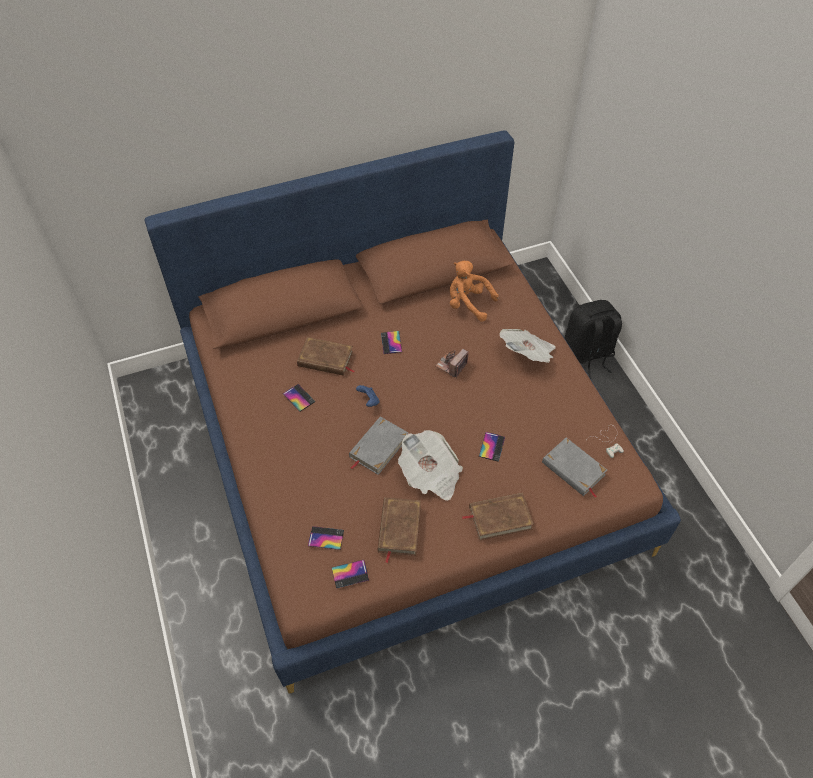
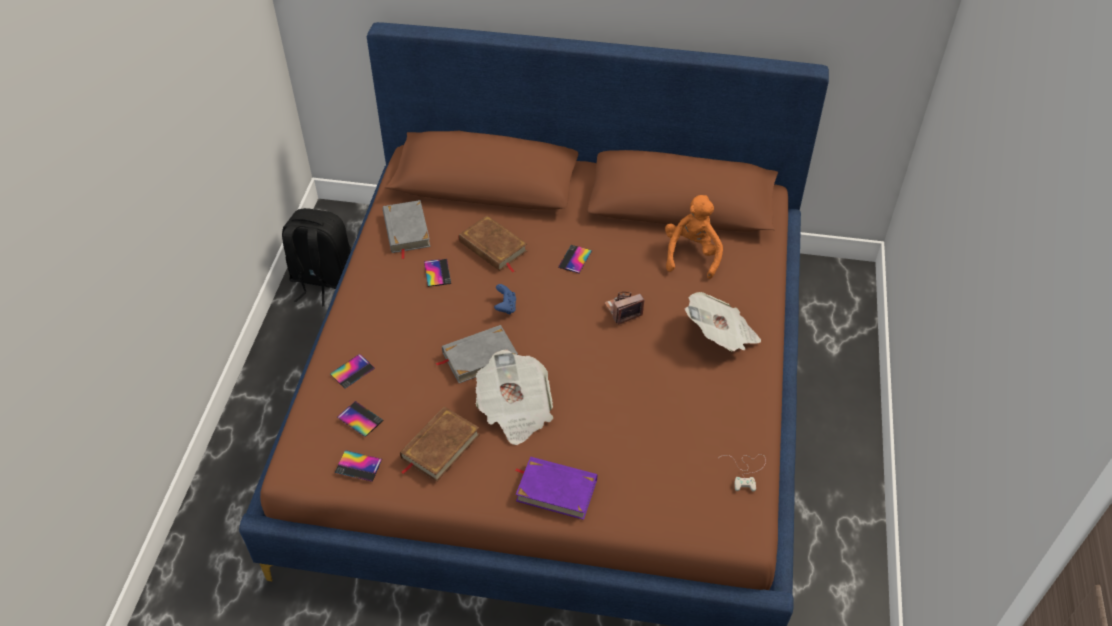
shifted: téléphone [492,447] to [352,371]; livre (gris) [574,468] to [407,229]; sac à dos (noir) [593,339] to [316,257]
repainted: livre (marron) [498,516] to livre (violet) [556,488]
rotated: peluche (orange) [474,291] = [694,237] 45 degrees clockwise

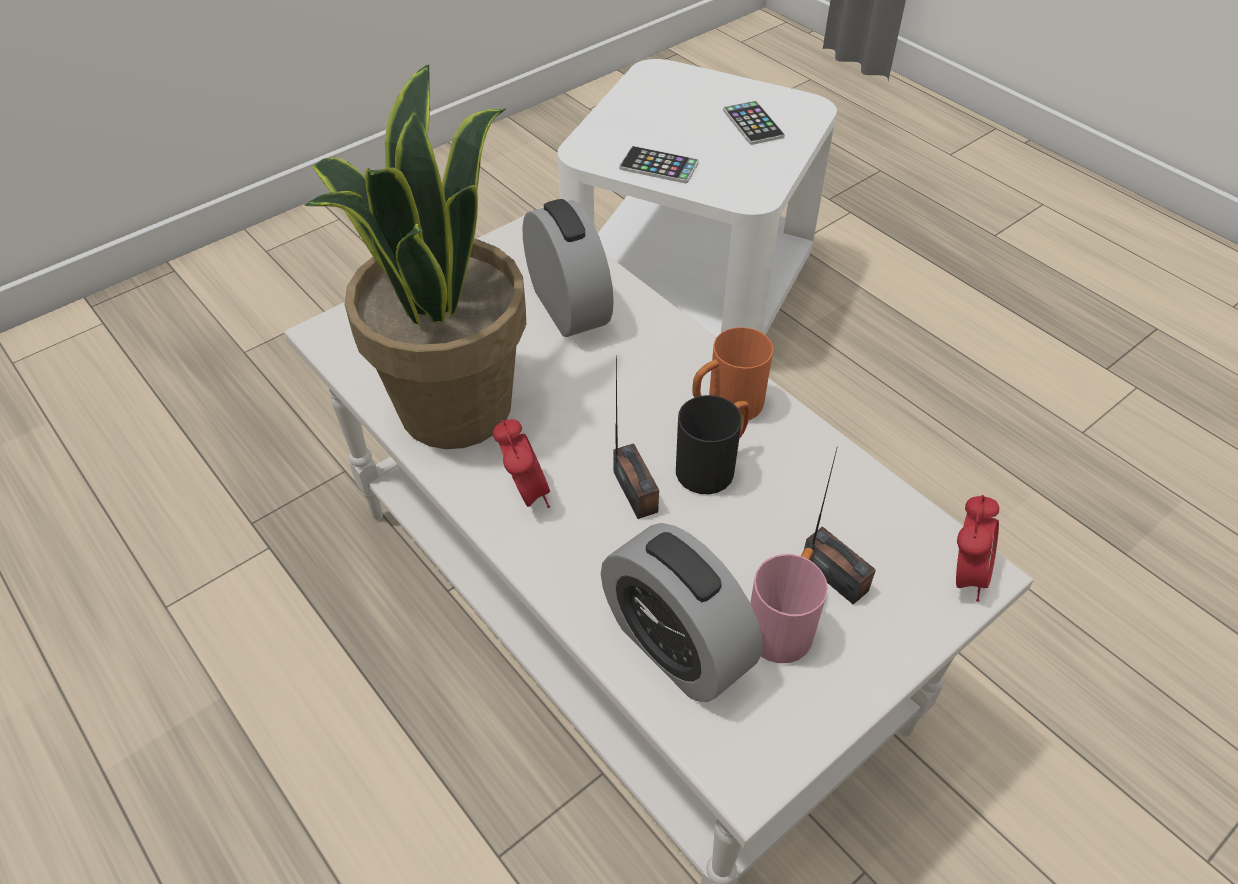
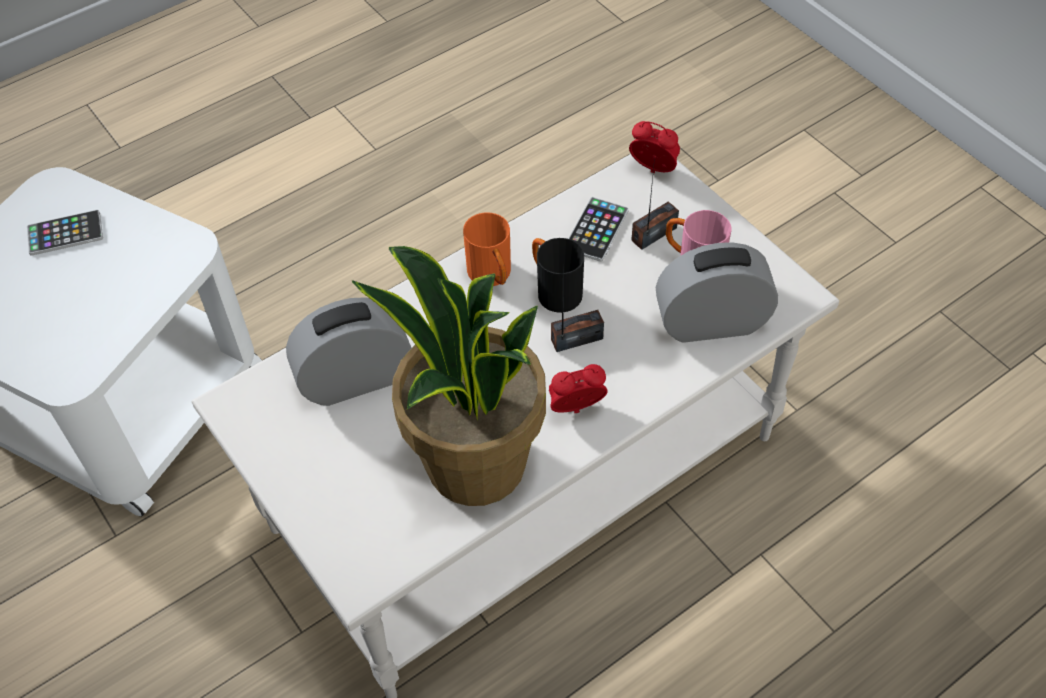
shifted: téléphone [659,164] to [598,229]
rotated: réveil [681,612] = [717,292] 150 degrees counterclockwise

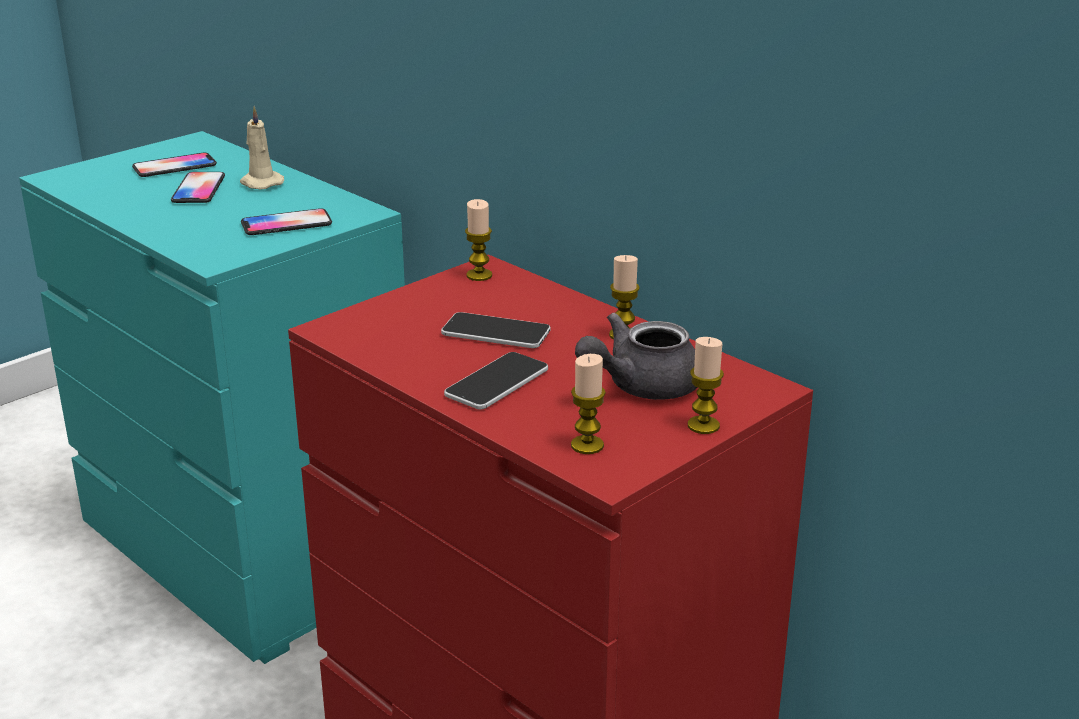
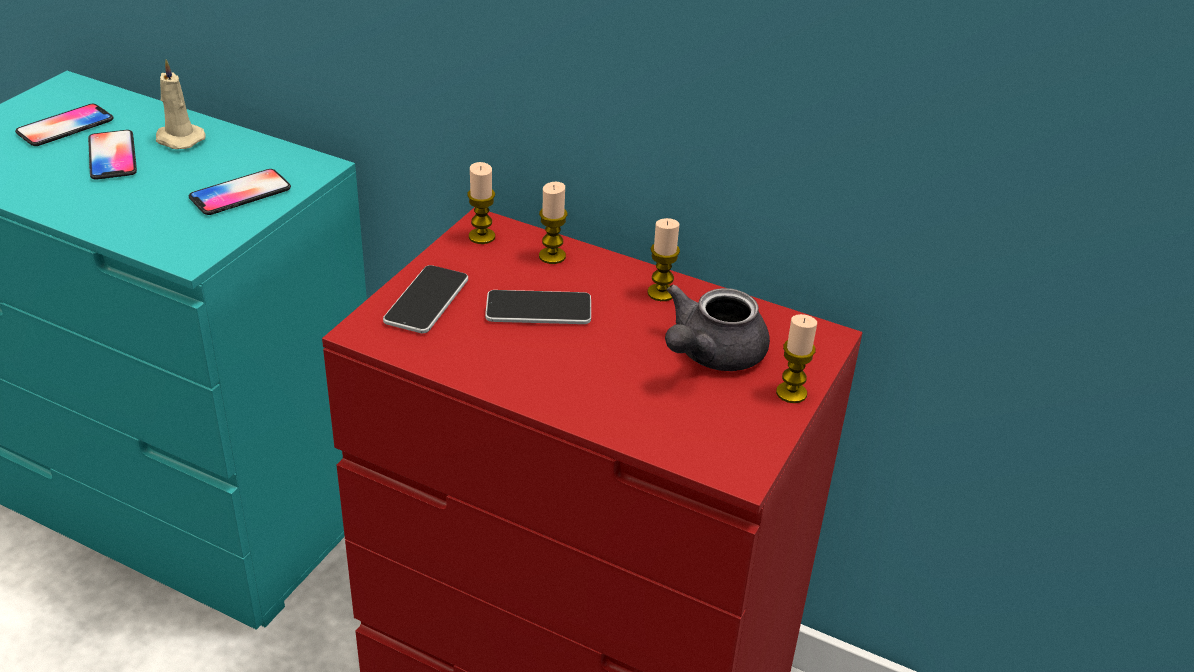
shifted: téléphone [496,381] to [425,299]; bougie [588,404] to [553,223]

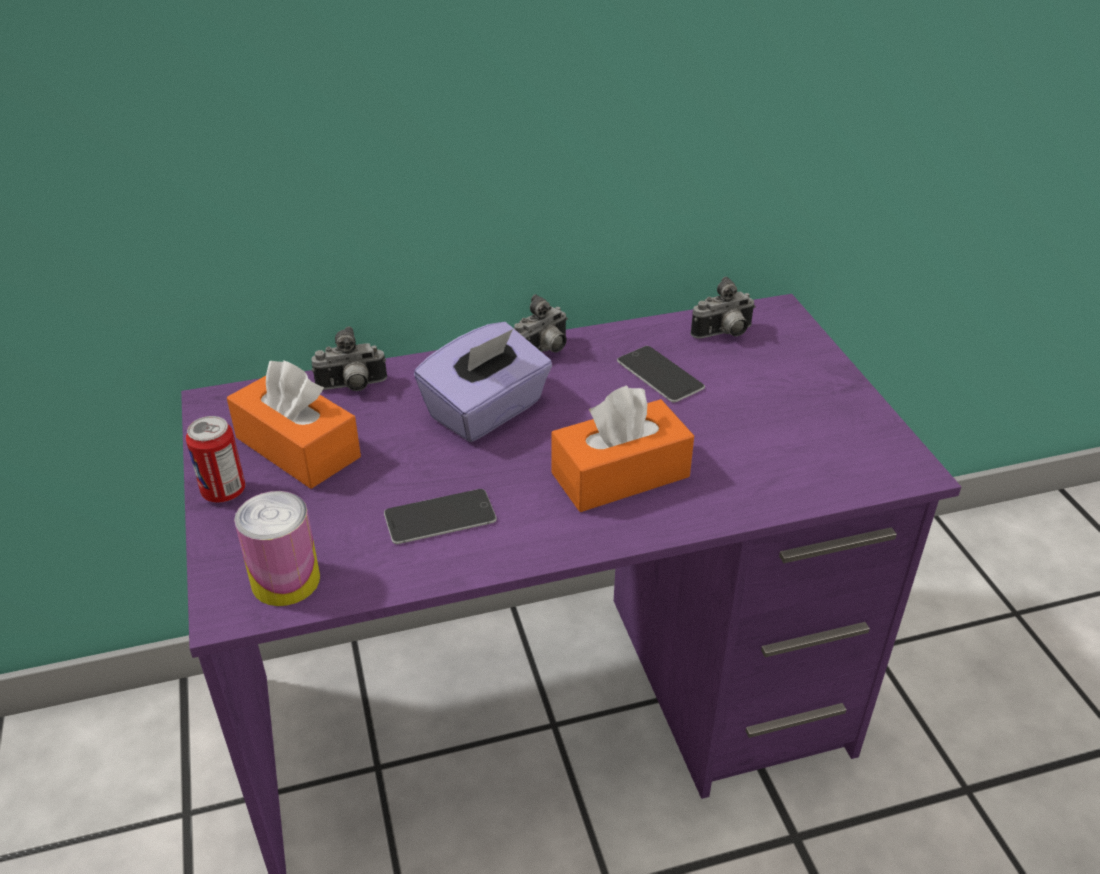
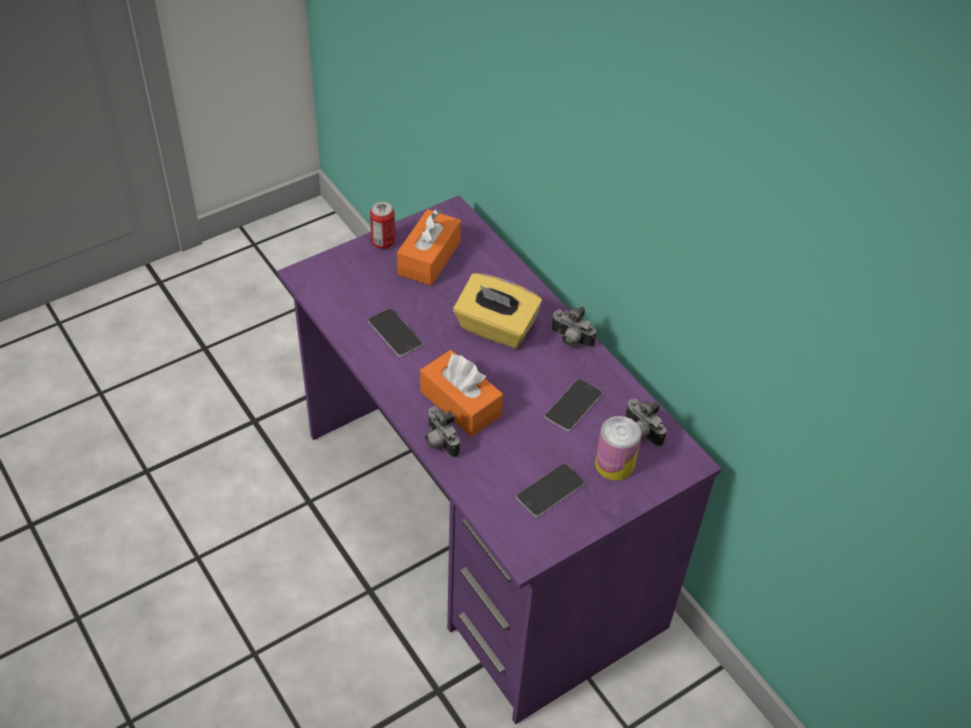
new: téléphone [550,490]
shifted: boîte métallique [277,548] to [618,448]; appareil photo [349,359] to [442,432]
repainted: boîte à mouchoirs (violet) [483,382] to boîte à mouchoirs (jaune) [497,311]

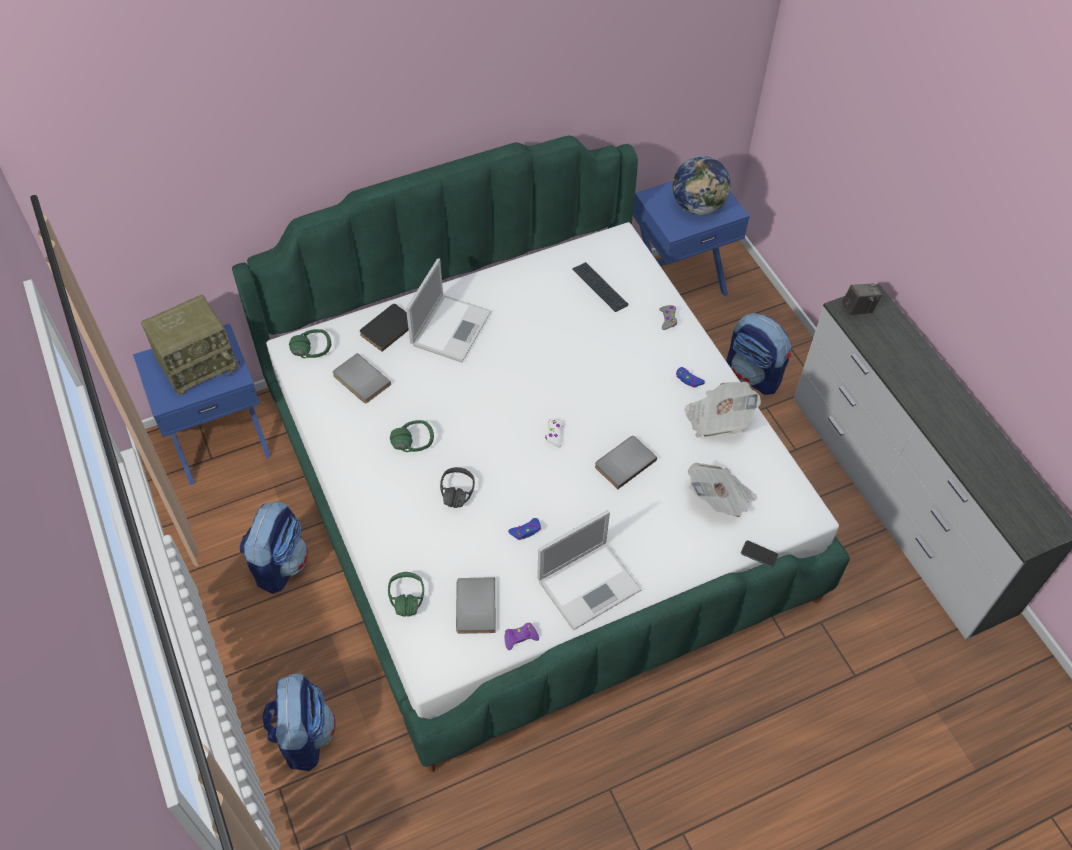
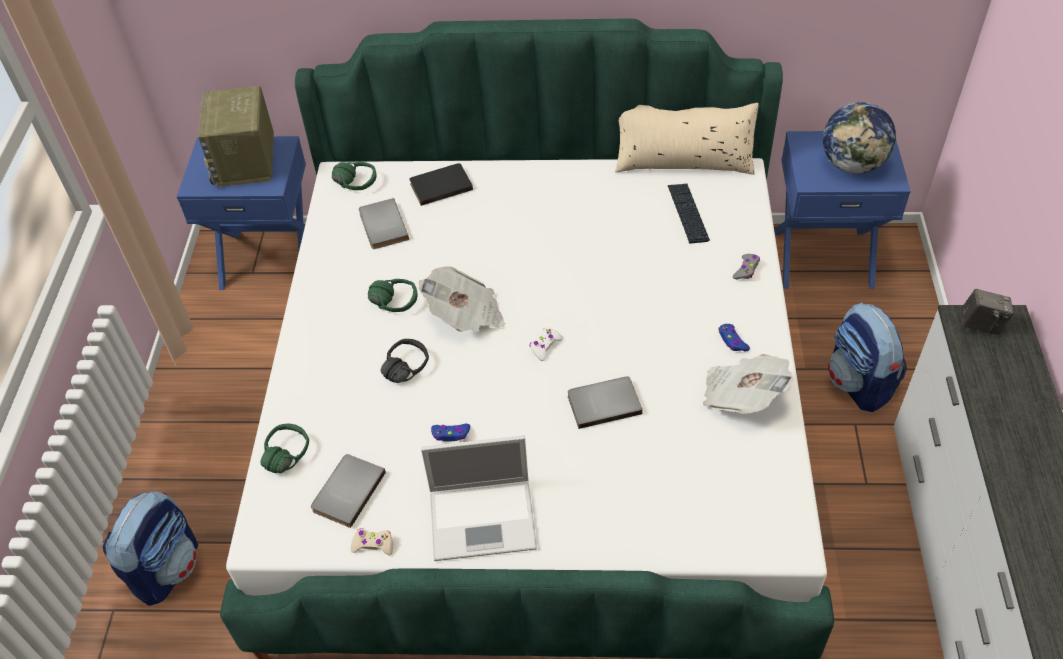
gone: sac à dos [274,547]; ordinateur portable [448,311]; téléphone [759,554]
new: coussin (beige) [687,139]
shifted: journal [722,490] to [461,299]
repainted: manette (violet) [522,636] to manette (beige) [372,541]
rotated: radio [190,345] = [236,136] 90 degrees clockwise

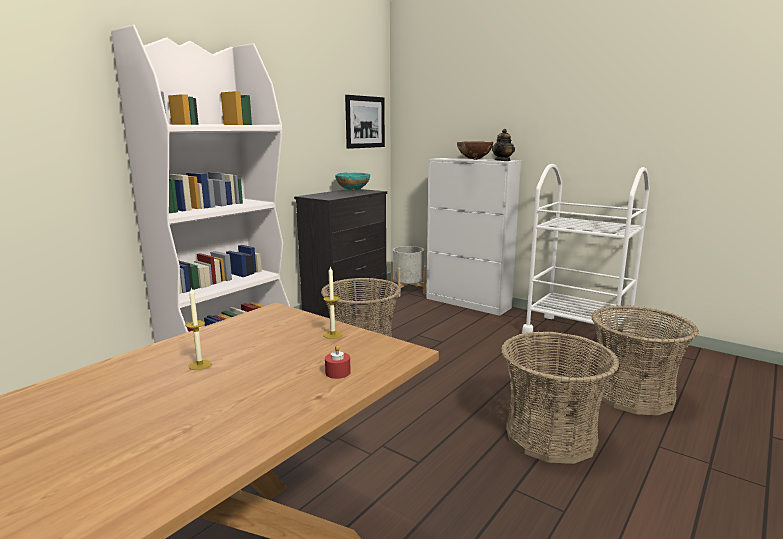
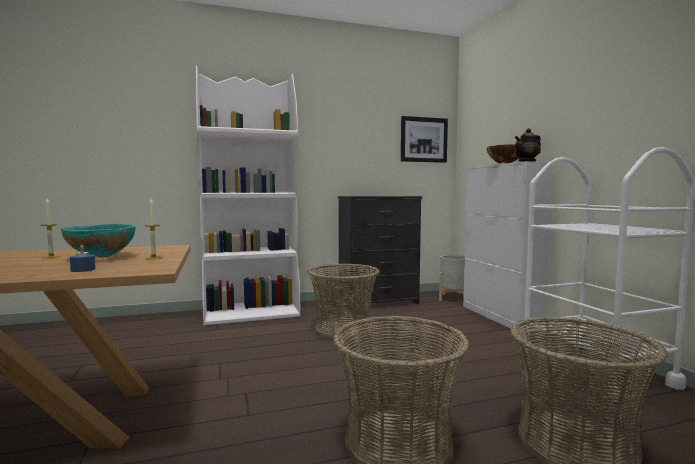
shifted: bol (turquoise) [352,182] to [98,240]
repainted: bougie (rouge) [338,362] to bougie (bleu) [83,258]

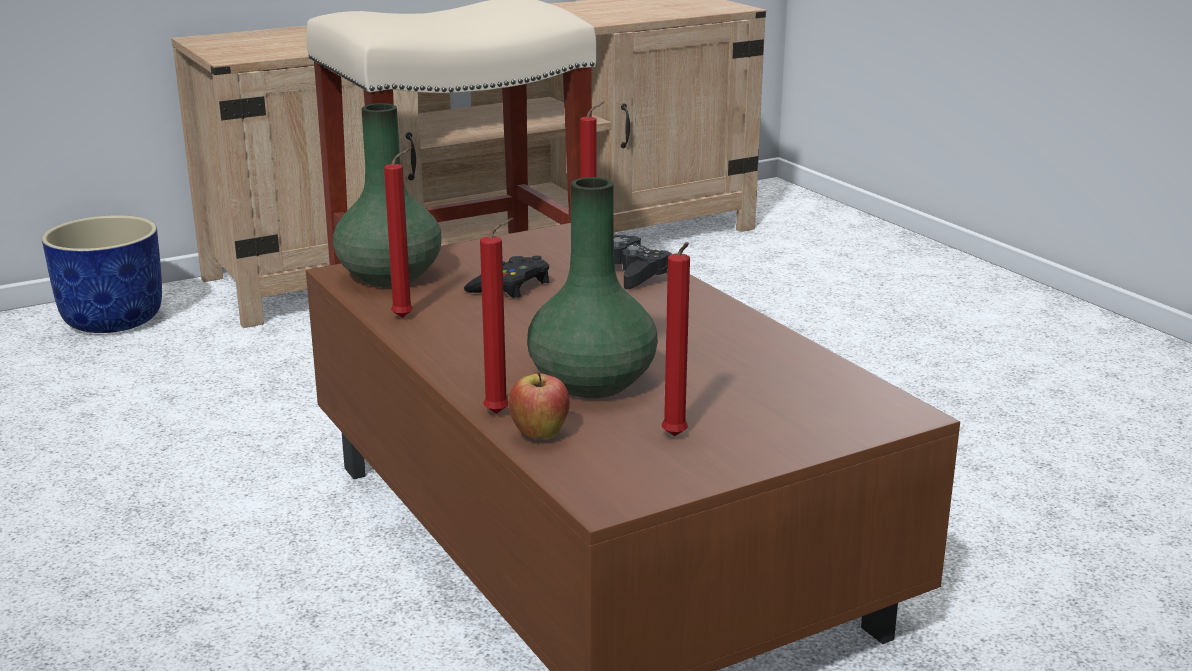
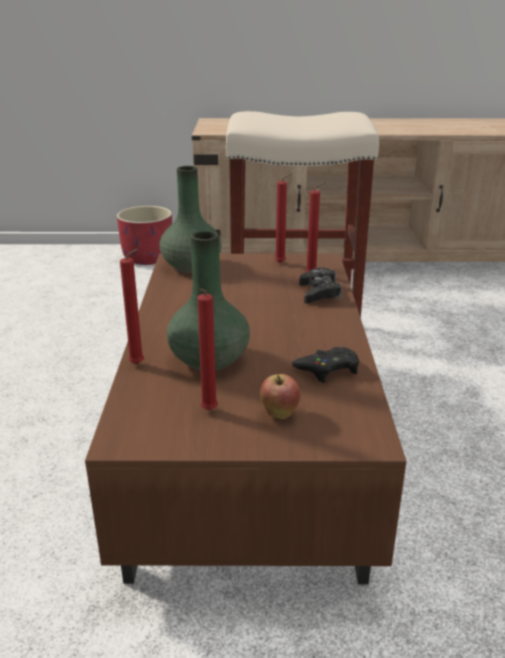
shifted: bougie (rouge) [398,232] to [283,218]; manette (noir) [507,277] to [325,365]; pomme [539,405] to [280,396]
repainted: cache-pot (bleu) [102,274] to cache-pot (rouge) [144,235]

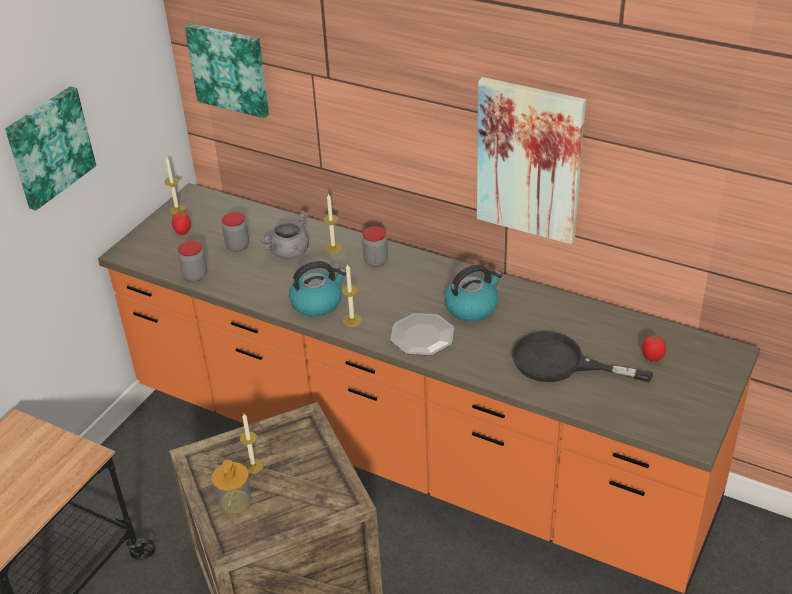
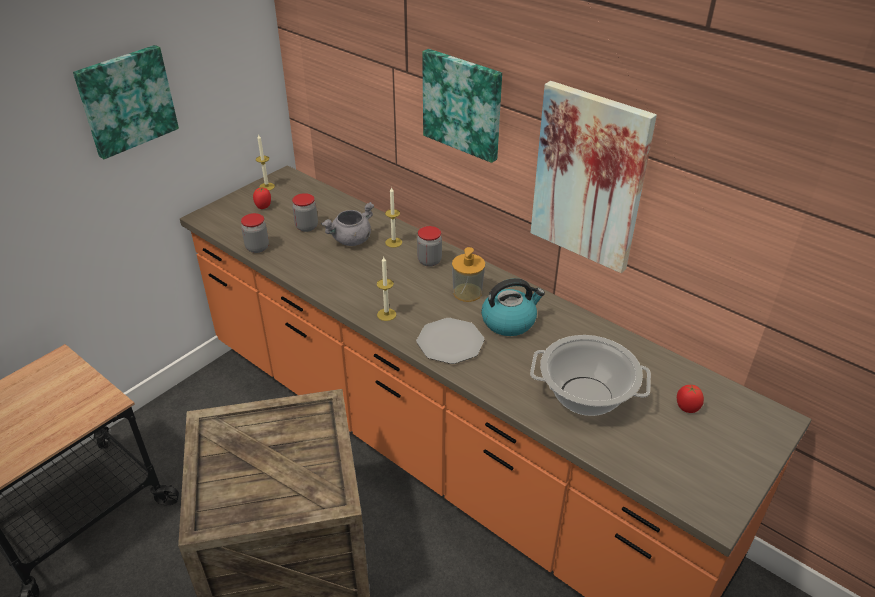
gone: bougie [251,444]; bouilloire [317,289]
shifted: tableau [227,70] to [462,106]; distributeur de savon [231,488] to [468,274]
swapped: poêle (noir) [582,357] to marmite [590,375]

